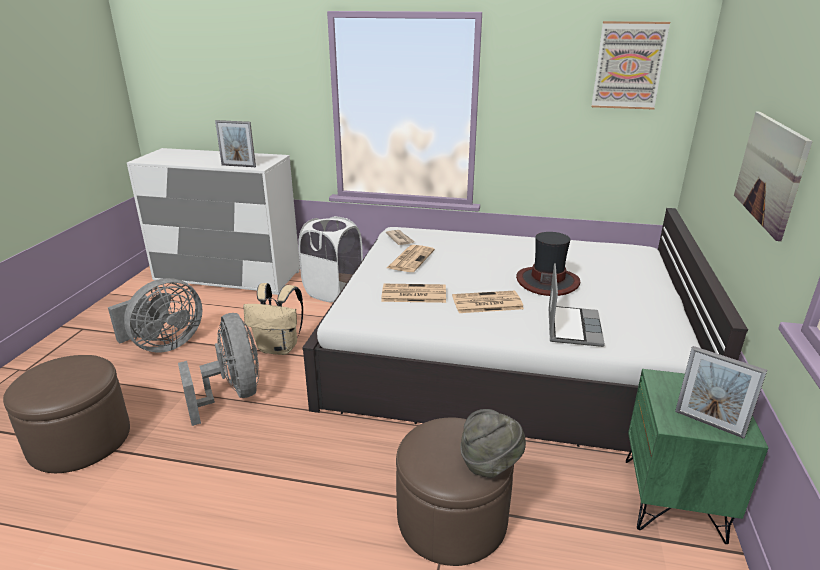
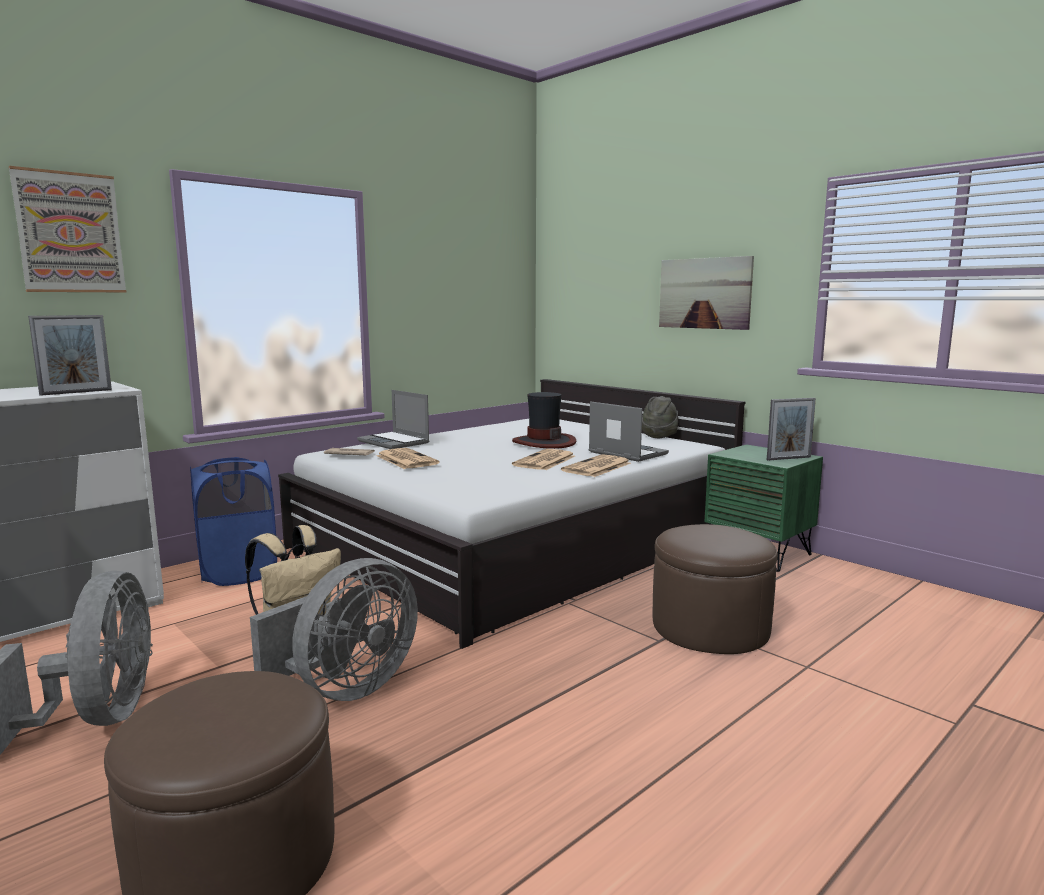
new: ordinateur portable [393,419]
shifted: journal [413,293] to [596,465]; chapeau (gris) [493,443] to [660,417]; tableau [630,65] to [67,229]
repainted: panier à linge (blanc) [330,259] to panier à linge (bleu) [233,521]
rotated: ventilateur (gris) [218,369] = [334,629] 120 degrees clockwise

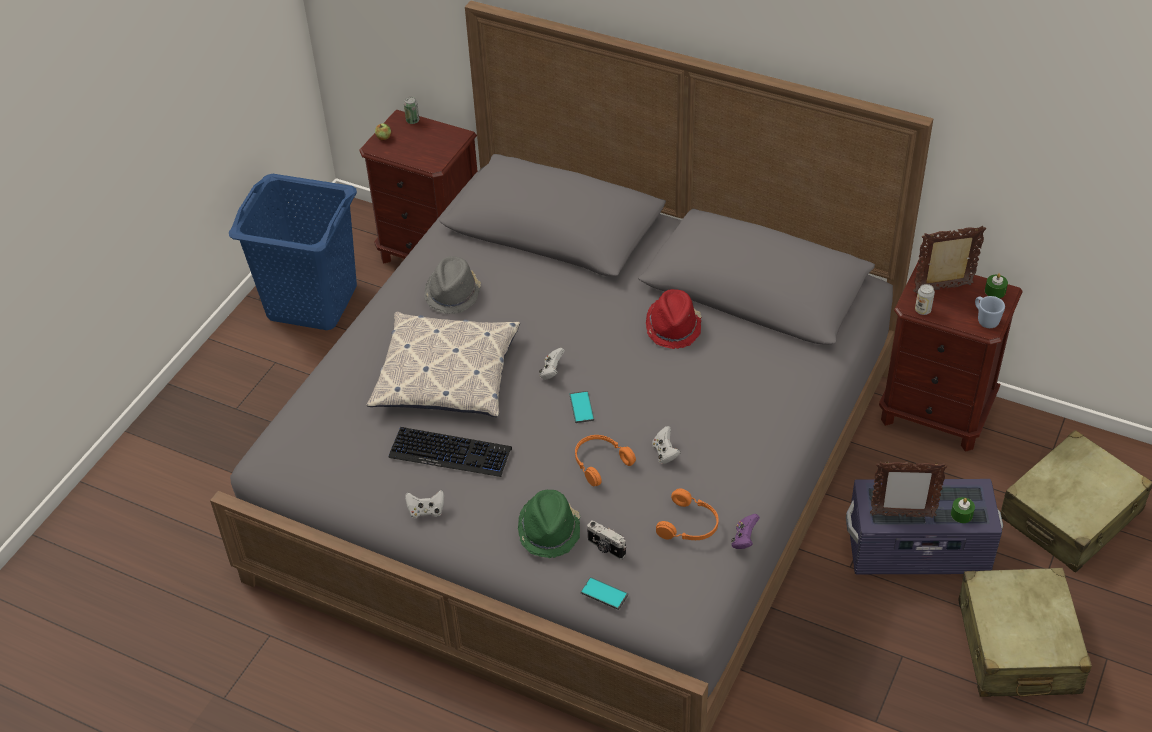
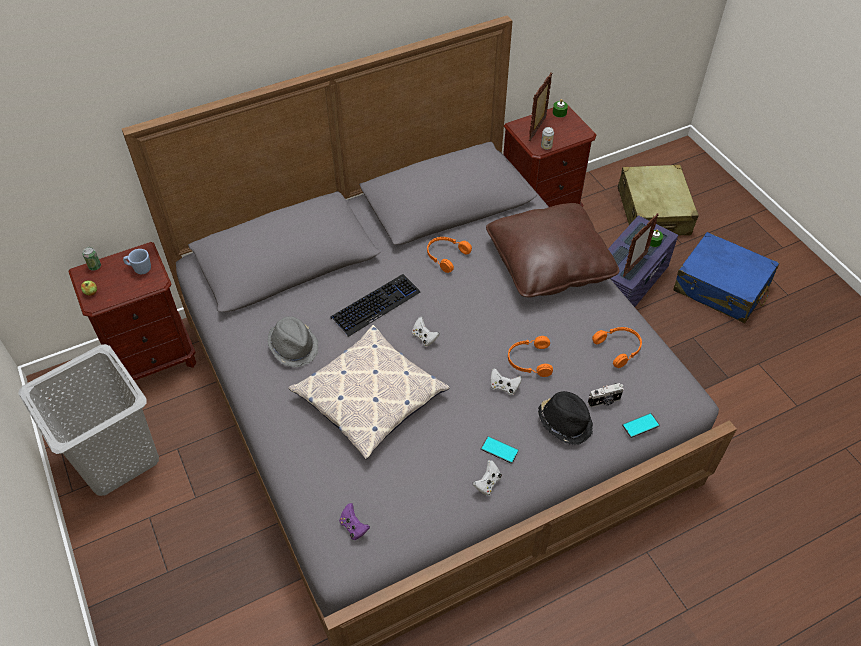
new: coussin (marron) [553,250]
shifted: clavier [450,452] to [375,305]; téléphone [582,407] to [500,450]; manette (blanc) [666,445] to [506,381]; manette (violet) [745,531] to [354,521]; mug (bleu) [990,312] to [137,261]
swapped: chapeau (rouge) [674,319] to casque audio (orange) [449,255]
repainted: panier à linge (bleu) [293,252] to panier à linge (gris) [88,420]; chapeau (vert) [549,524] to chapeau (noir) [565,418]; valise (beige) [1025,632] to valise (bleu) [726,277]

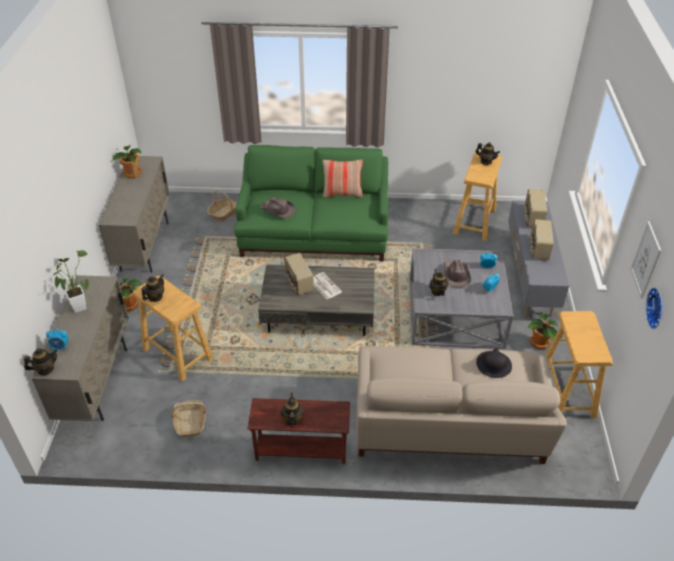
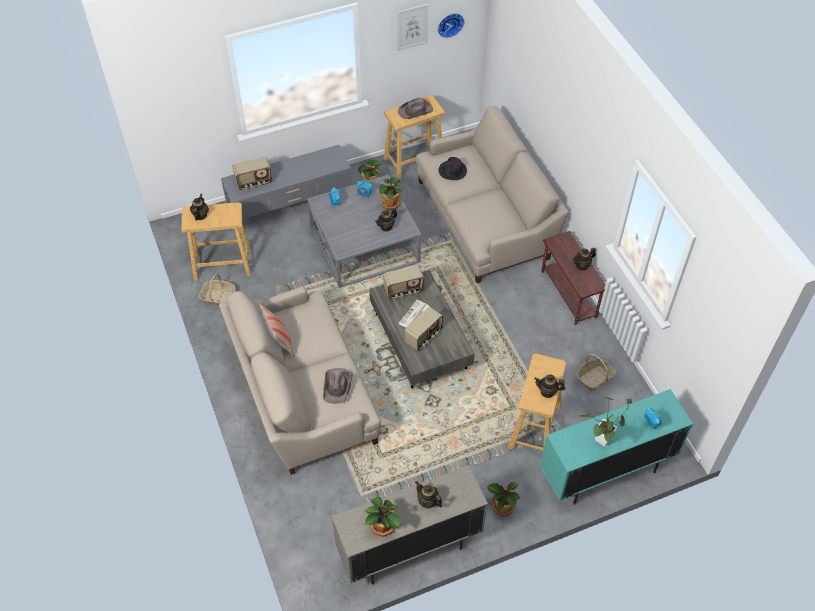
new: plante en pot [391,193]
shifted: théière [40,361] to [428,495]; panier [222,206] to [217,289]; chapeau (marron) [457,273] to [415,108]; radio [541,239] to [403,282]
repainted: meuble de rangement (beige) [80,348] to meuble de rangement (turquoise) [616,446]; canapé (vert) [311,203] to canapé (beige) [300,380]

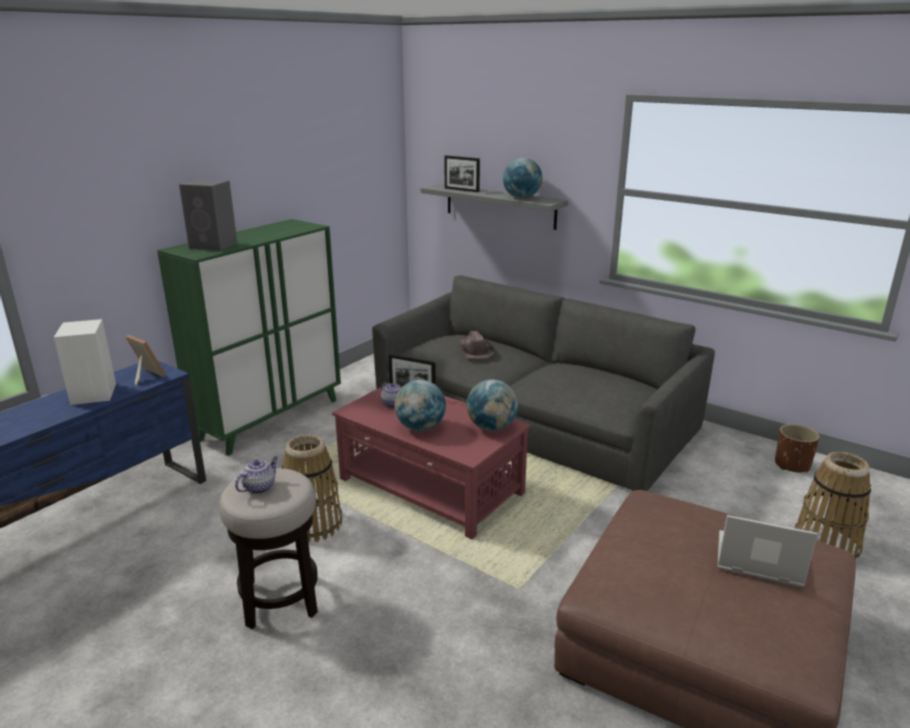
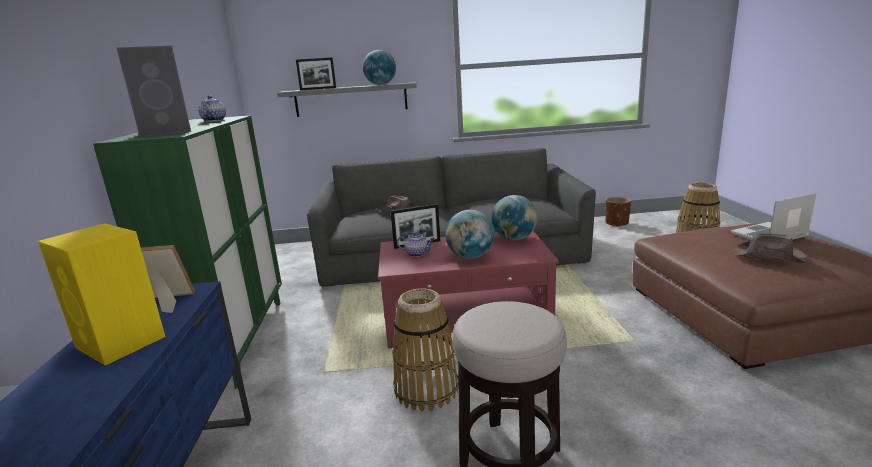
new: chapeau (marron) [770,248]
shifted: théière [256,475] to [212,109]
repainted: enceinte (blanc) [85,362] to enceinte (jaune) [101,294]

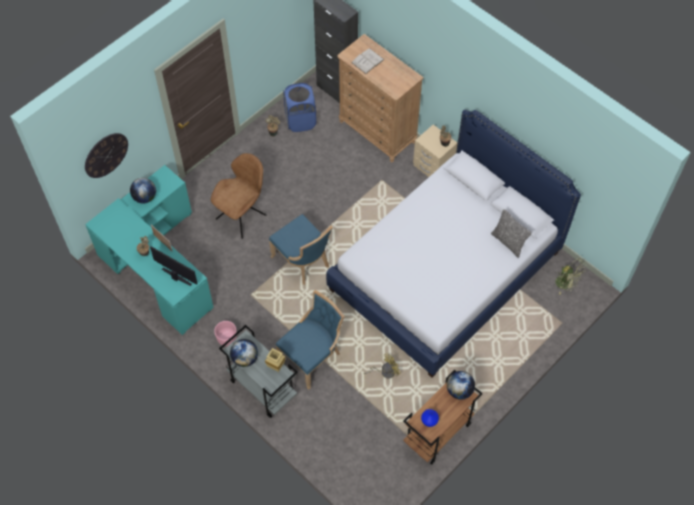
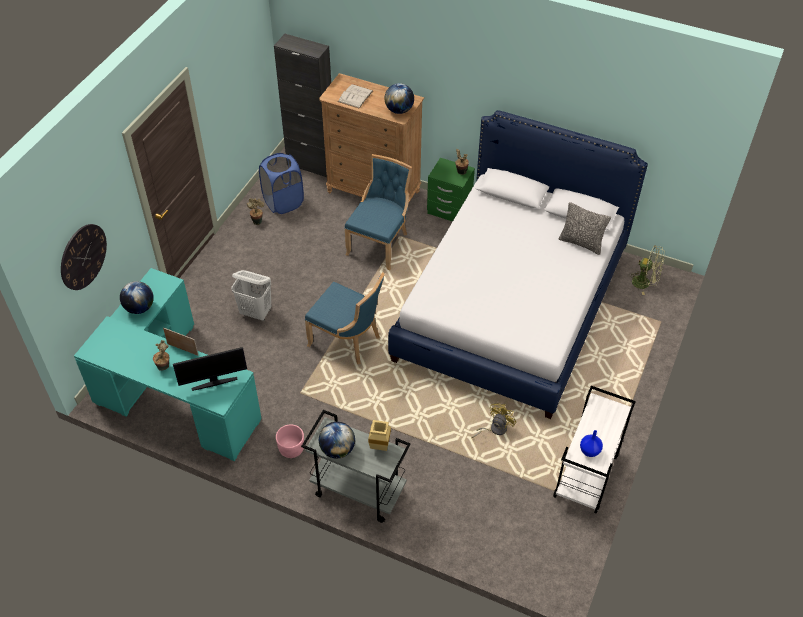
shifted: chaise (bleu) [310,340] to [378,212]; globe [461,385] to [399,98]
swapped: chaise (marron) [239,196] to panier à linge (blanc) [251,295]
repainted: chariot (marron) [443,417] to chariot (blanc) [594,450]; table de chevet (beige) [435,151] to table de chevet (vert) [451,190]
rotated: écran d'ordinateur [174,266] = [210,369] 150 degrees clockwise

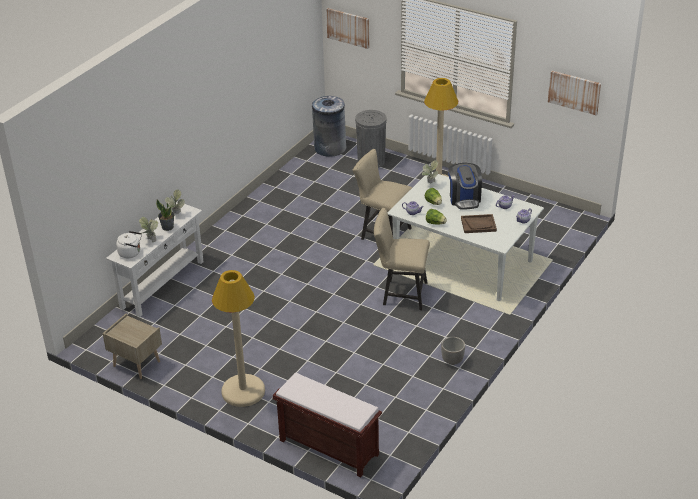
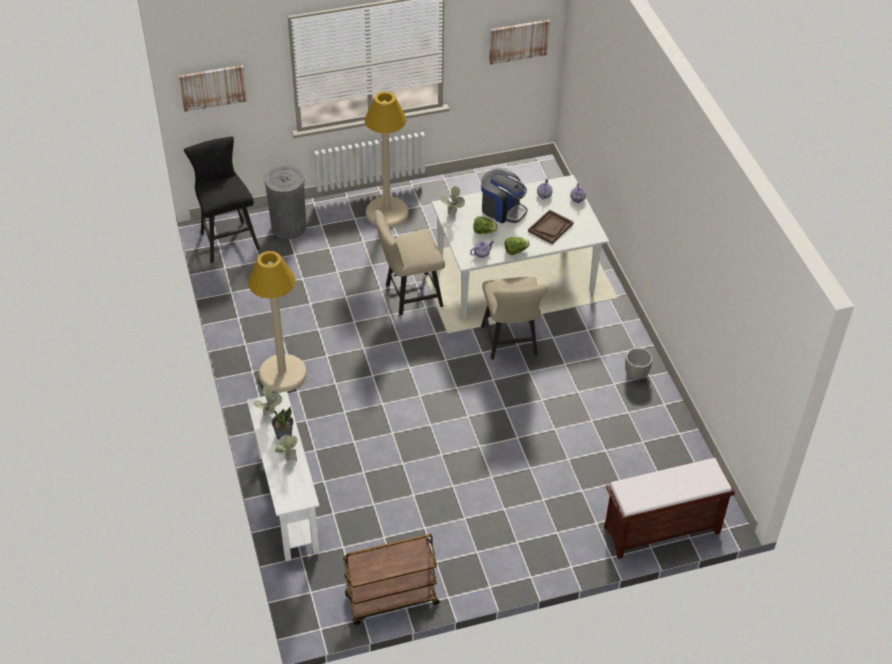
gone: bouilloire (blanc) [129,244]
shifted: lampadaire (beige) [238,338] to [277,321]
swapped: table de chevet (beige) [132,346] to chariot (marron) [391,579]; poubelle (gris) [329,126] to tabouret (noir) [222,199]
rotated: chaise (beige) [402,259] = [515,318] 60 degrees counterclockwise

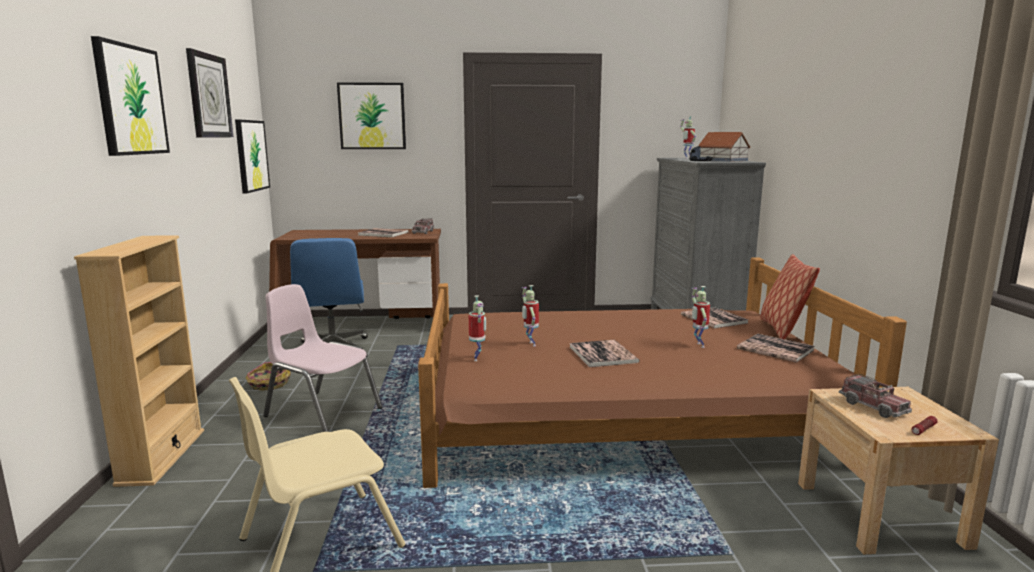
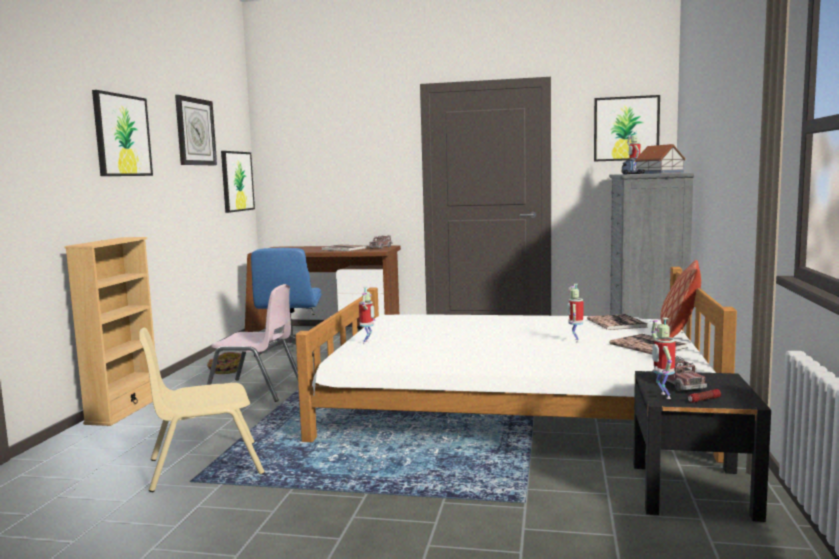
gone: livre [604,353]
shifted: tableau [371,115] to [627,128]; robot jouet [530,316] to [663,358]
repainted: lit (marron) [662,373] to lit (blanc) [516,365]; table de chevet (beige) [898,470] to table de chevet (noir) [702,446]
rotated: chaise (rose) [323,358] = [252,343] 150 degrees clockwise

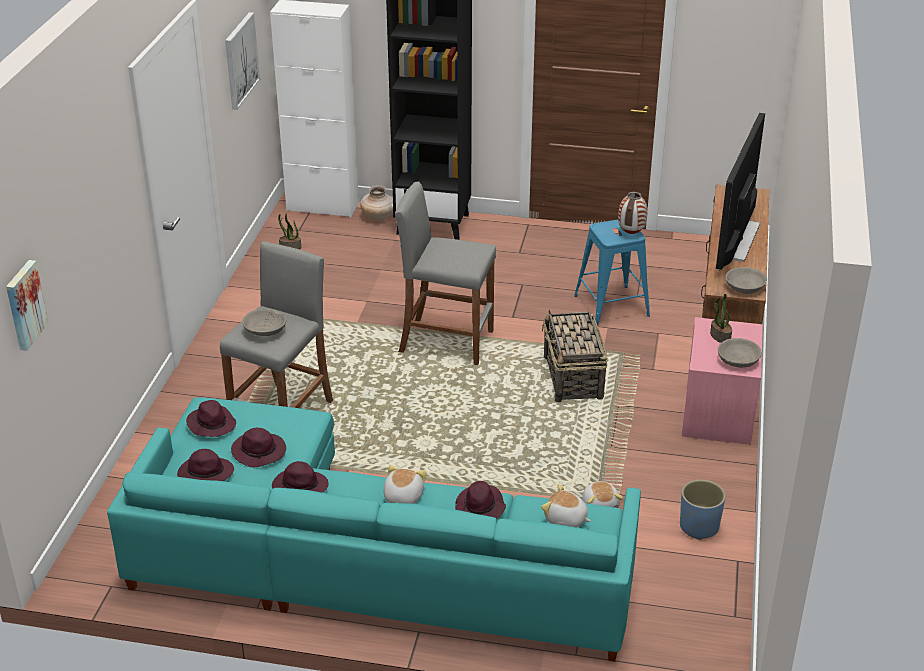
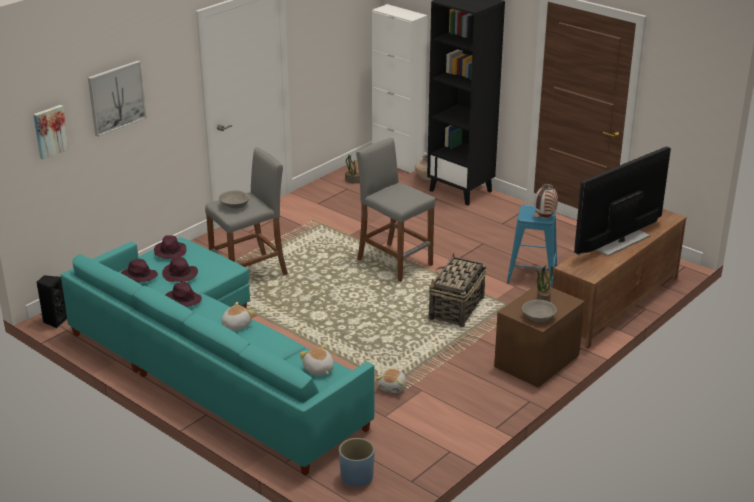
gone: chapeau (violet) [480,500]; bol (gris) [746,280]
new: enceinte (noir) [52,301]
shifted: tableau [242,61] to [117,99]; cache-pot (bleu) [703,510] to [357,462]
repainted: table de chevet (rose) [722,381] to table de chevet (marron) [539,335]

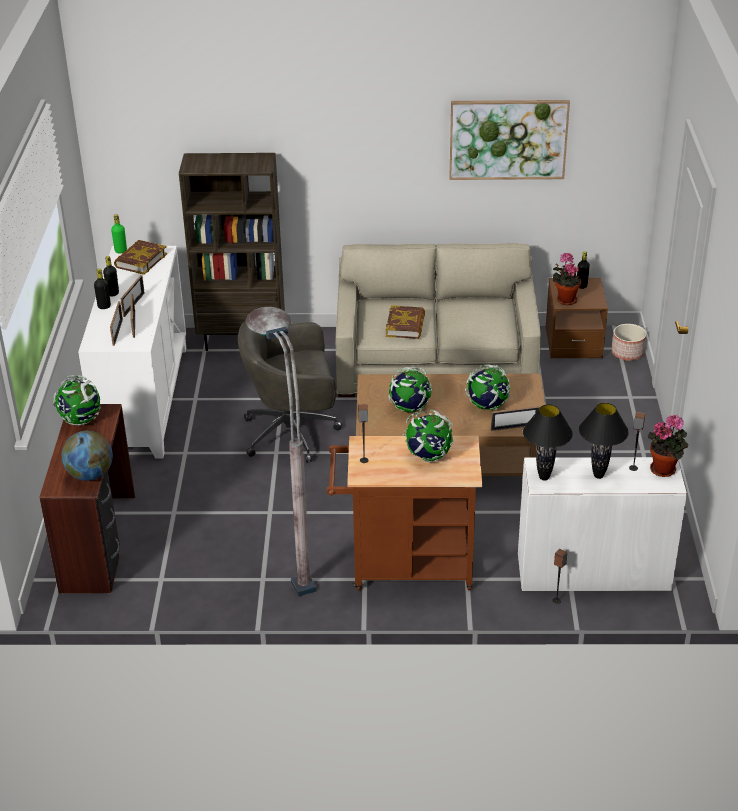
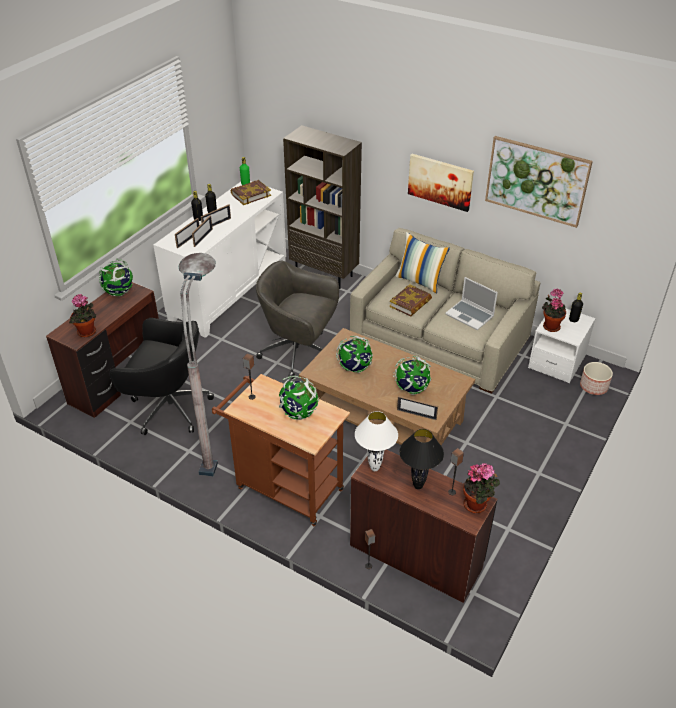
new: chaise de bureau (noir) [162,376]; coussin [422,262]; tableau [441,183]; ordinateur portable [471,303]
swapped: globe [87,456] to plante en pot [82,315]
repainted: bureau (blanc) [602,524] to bureau (marron) [423,526]; lampe de table (noir) [548,443] to lampe de table (blanc) [376,441]; table de chevet (marron) [577,318] to table de chevet (blanc) [562,345]

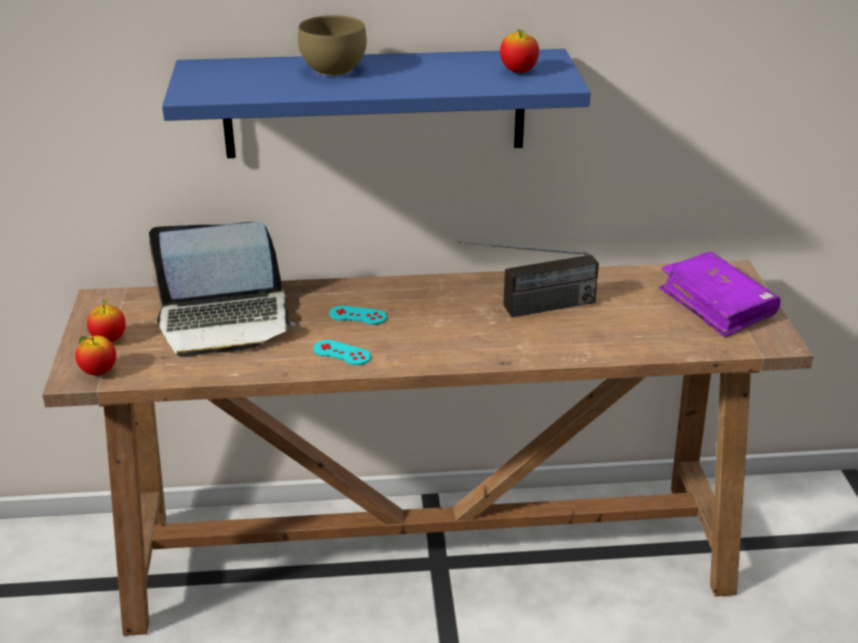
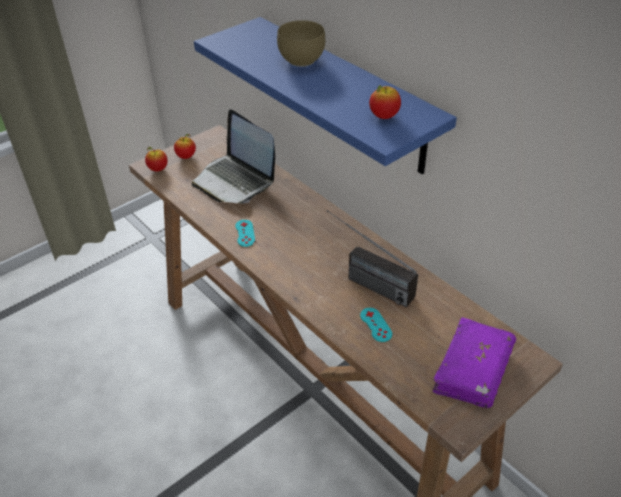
shifted: manette (turquoise) [358,315] to [376,325]

